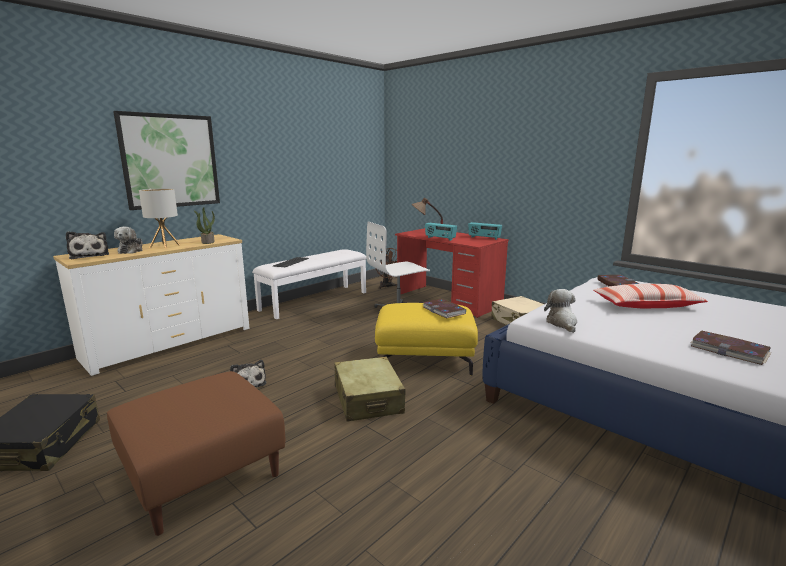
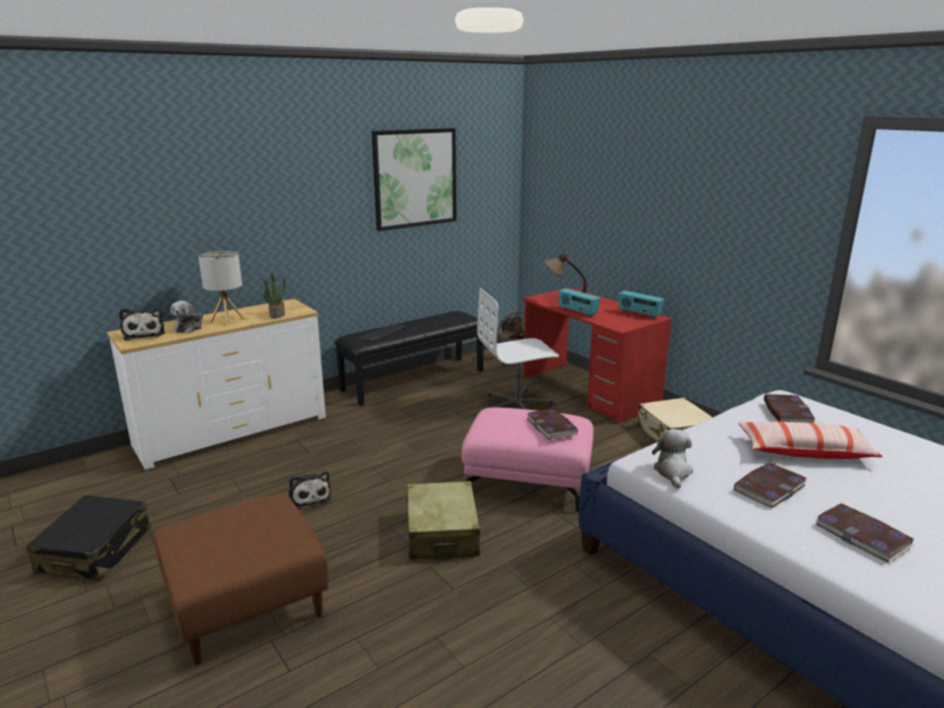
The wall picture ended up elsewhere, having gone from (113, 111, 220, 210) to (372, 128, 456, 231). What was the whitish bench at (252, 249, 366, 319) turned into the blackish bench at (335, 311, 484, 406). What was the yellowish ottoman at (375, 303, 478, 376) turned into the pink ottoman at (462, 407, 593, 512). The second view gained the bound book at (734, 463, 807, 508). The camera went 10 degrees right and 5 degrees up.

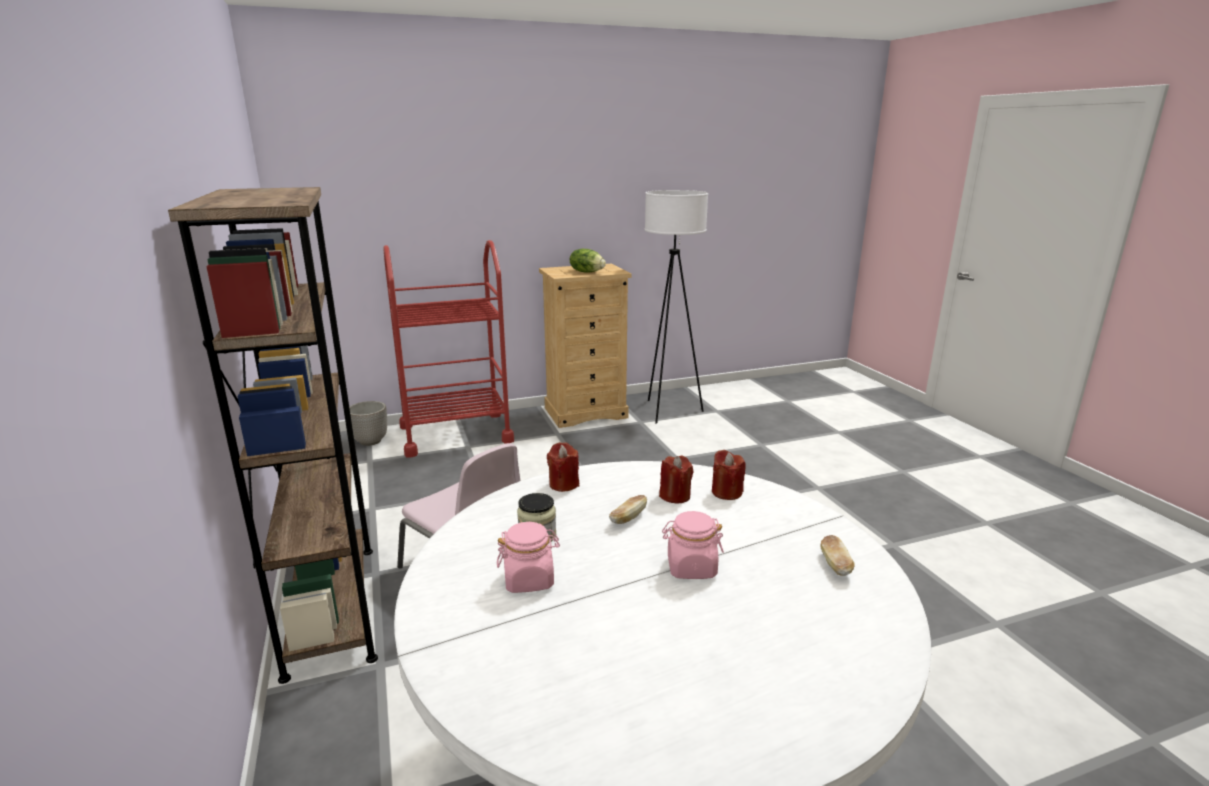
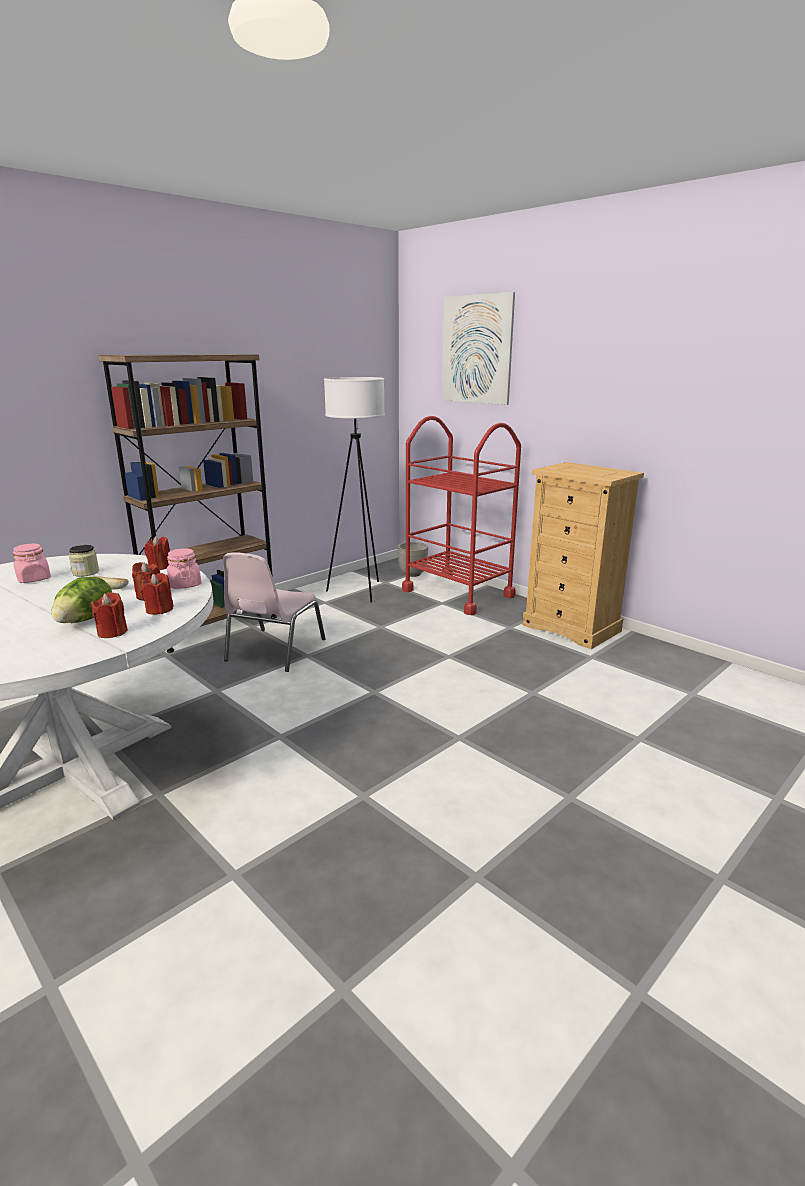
The whitish standard lamp ended up elsewhere, having gone from (645, 190, 708, 424) to (324, 377, 385, 603). The lettuce ended up elsewhere, having gone from (570, 249, 606, 273) to (51, 577, 112, 623). The pink jar ended up elsewhere, having gone from (662, 511, 724, 579) to (167, 548, 201, 589). The second view lost the bakery bread at (820, 535, 855, 576). The second view gained the wall picture at (442, 292, 515, 405). The second view gained the reddish candle at (91, 592, 128, 638). The camera went 65 degrees right and 0 degrees up.

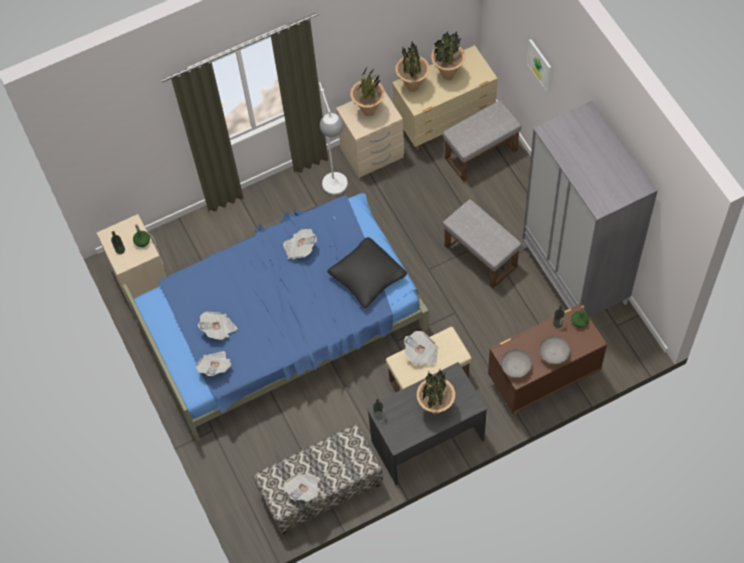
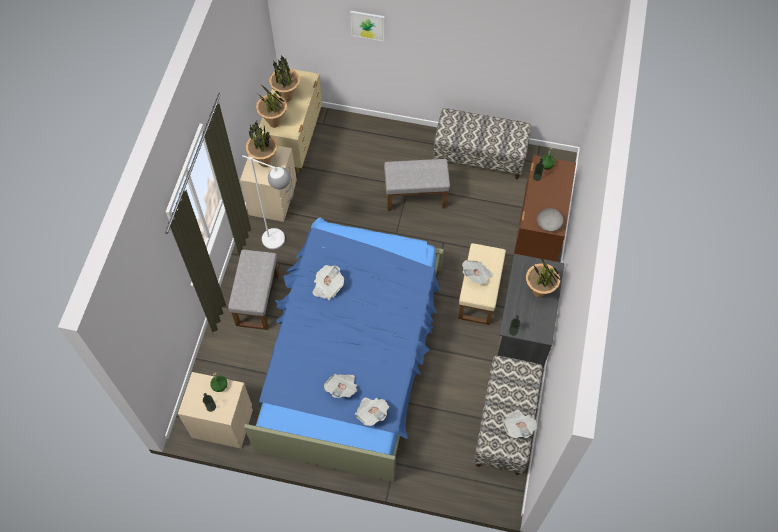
The greyish ottoman ended up elsewhere, having gone from (443, 100, 521, 182) to (228, 249, 279, 330). Where the greyish clothes cupboard stood at (522, 101, 658, 317), the bench came to stand at (433, 108, 531, 179). The second view lost the blackish throw pillow at (327, 237, 407, 309). The second view lost the greyish deep dish at (539, 336, 570, 364). The camera went 55 degrees left and 0 degrees up.

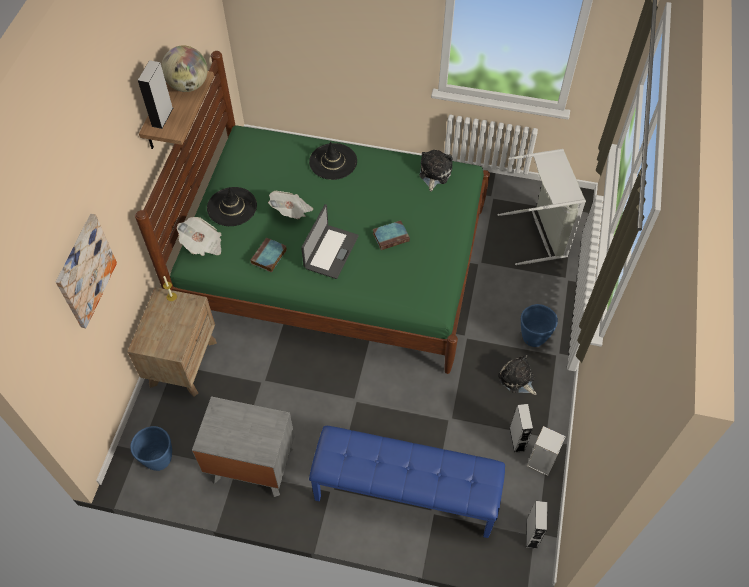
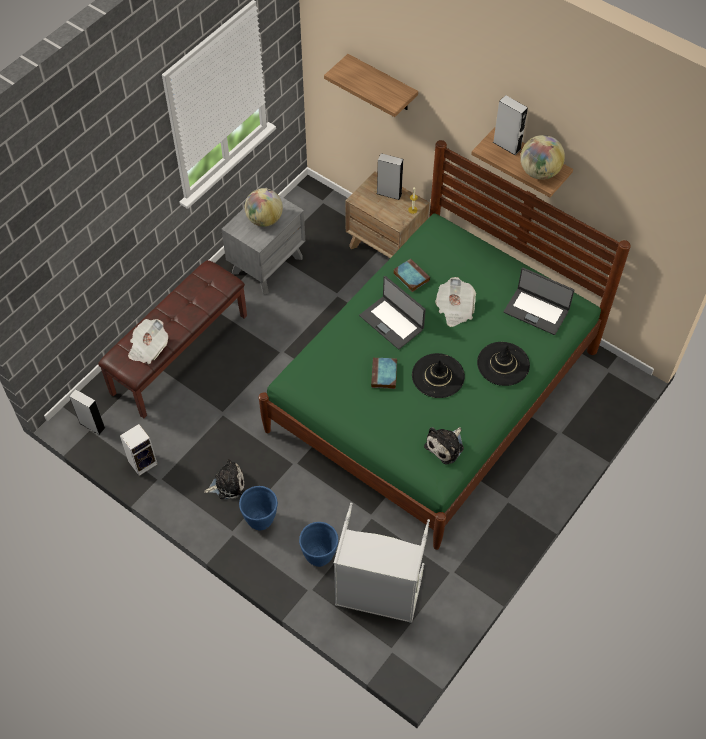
The cuddly toy at (419, 150, 453, 192) ended up facing another way, 90 degrees clockwise from before. The blackish wearable hat ended up elsewhere, having gone from (207, 187, 257, 226) to (412, 353, 465, 398). Where the wall picture hung at (56, 214, 117, 328), the wall shelf came to hang at (324, 54, 418, 117). The newspaper ended up elsewhere, having gone from (177, 217, 221, 256) to (128, 319, 168, 364). The greyish loudspeaker ended up elsewhere, having gone from (510, 404, 533, 453) to (377, 153, 403, 200). The bluish planter ended up elsewhere, having gone from (130, 426, 172, 471) to (299, 522, 338, 567). What was the bluish bench at (309, 426, 505, 538) turned into the brown bench at (98, 260, 247, 418). The second view gained the world globe at (245, 188, 283, 227). The second view gained the portable computer at (504, 267, 575, 335). The camera went 115 degrees right and 0 degrees up.

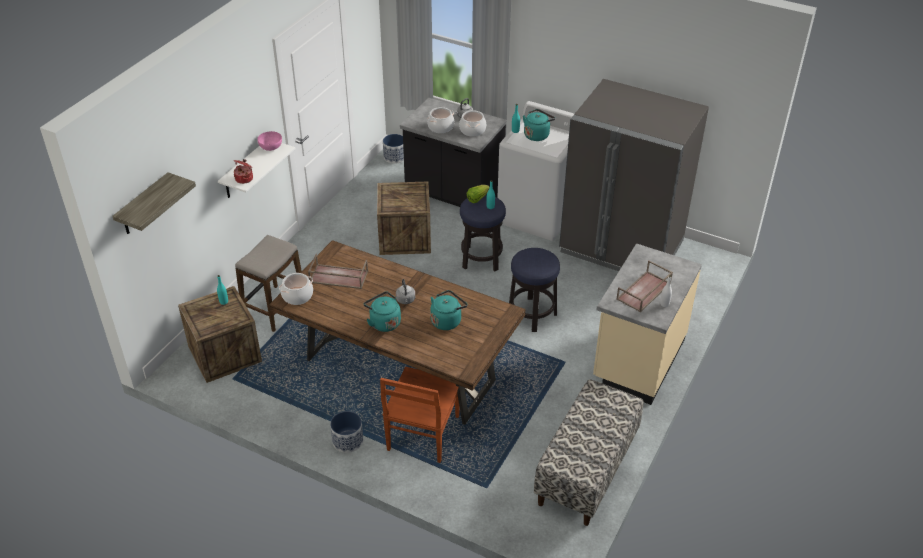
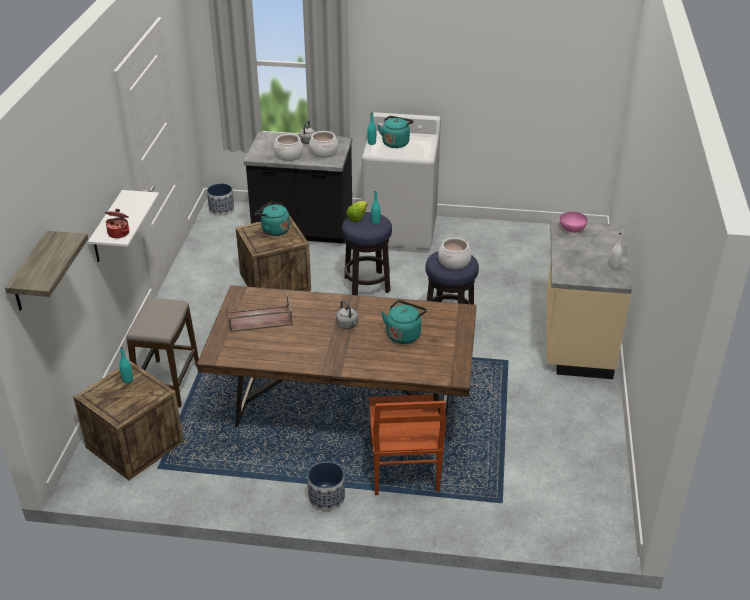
The second view lost the greyish refrigerator at (559, 79, 709, 271). The pink deep dish ended up elsewhere, having gone from (257, 131, 282, 151) to (560, 212, 588, 233). The second view lost the brown carrying tray at (616, 260, 673, 312). The cooking pot ended up elsewhere, having gone from (279, 273, 313, 305) to (438, 237, 471, 269). The turquoise-coloured water kettle ended up elsewhere, having gone from (364, 291, 401, 332) to (255, 202, 290, 236). The second view lost the bench at (534, 379, 644, 526). The camera went 20 degrees left and 5 degrees down.

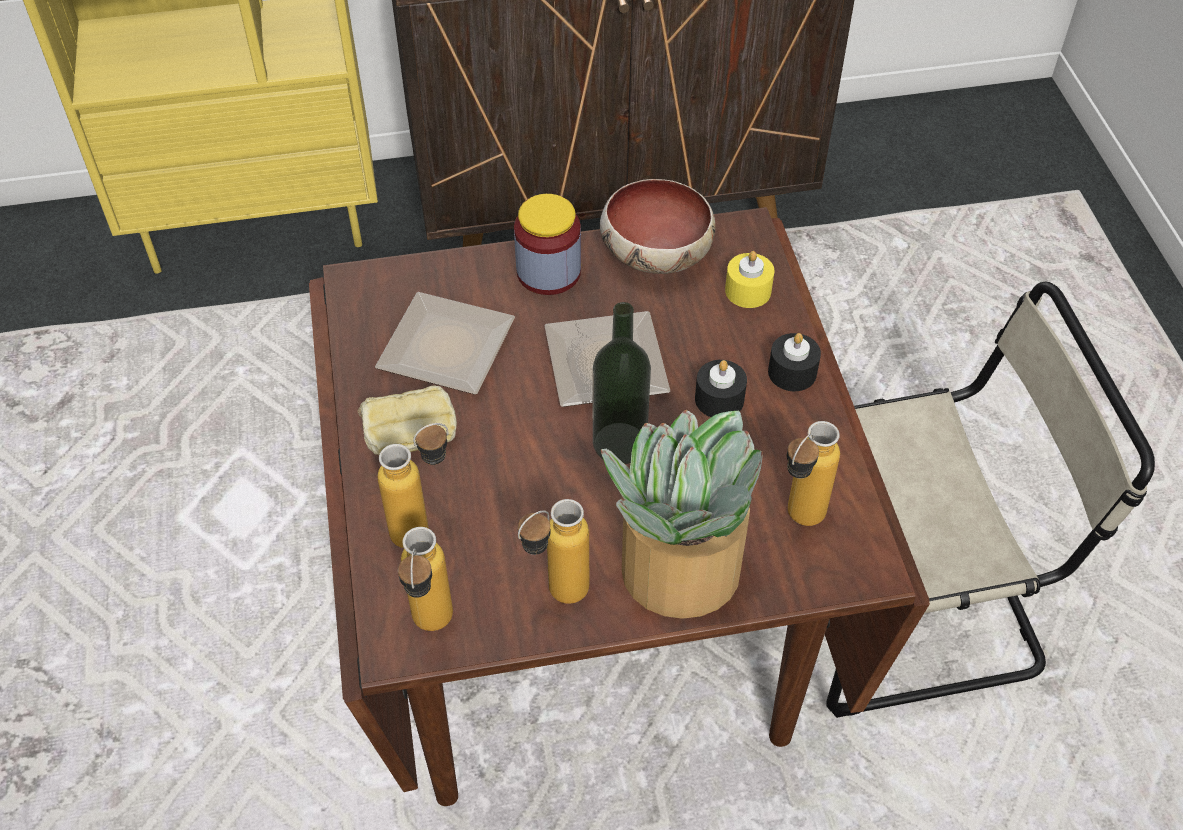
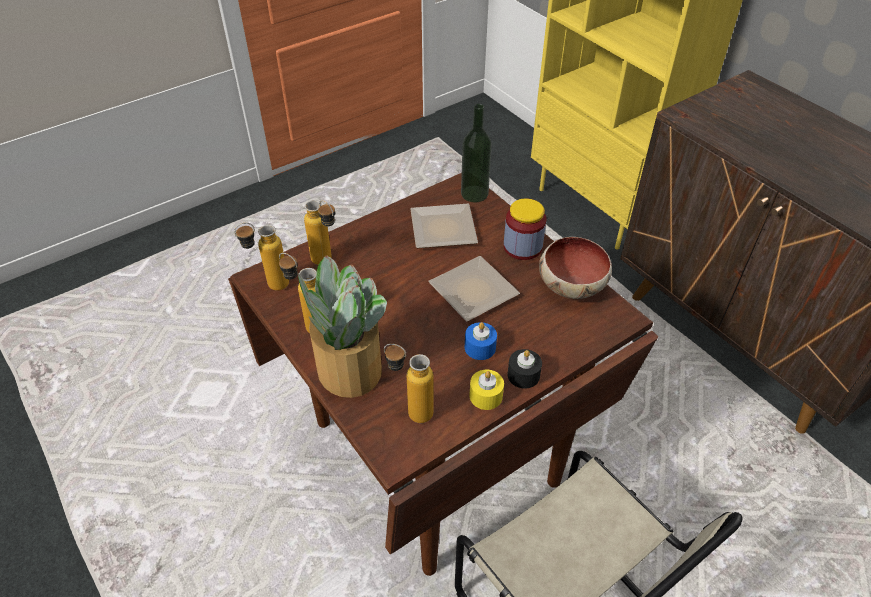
The yellowish candle ended up elsewhere, having gone from (725, 251, 774, 308) to (470, 370, 504, 410). The bottle ended up elsewhere, having gone from (593, 302, 651, 464) to (461, 104, 492, 203). What was the blackish candle at (695, 360, 747, 417) turned into the bluish candle at (465, 322, 497, 360). The second view lost the bakery bread at (358, 386, 457, 455). The camera went 65 degrees right and 5 degrees down.

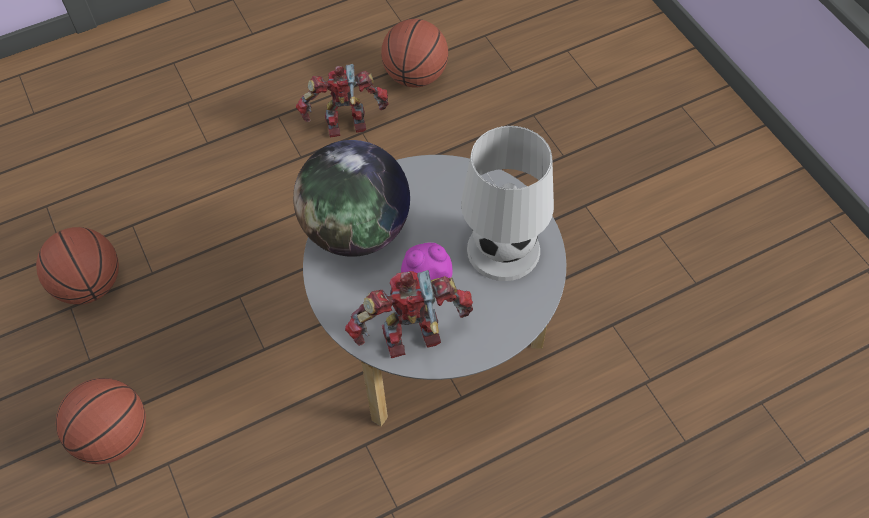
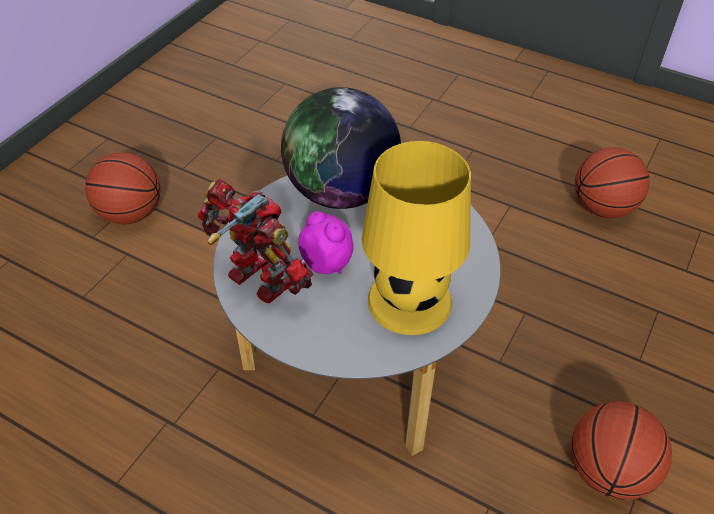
The second view lost the model robot at (296, 64, 388, 138). What was the whitish tabletop lamp at (461, 126, 554, 281) turned into the yellowish tabletop lamp at (362, 141, 471, 335). The ball for basketball ended up elsewhere, having gone from (36, 227, 119, 305) to (571, 401, 672, 500). The camera went 55 degrees right and 10 degrees down.

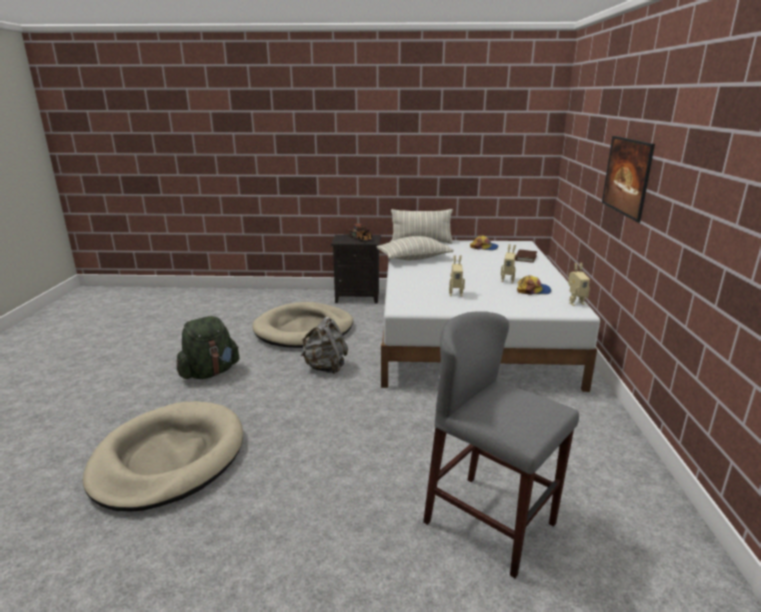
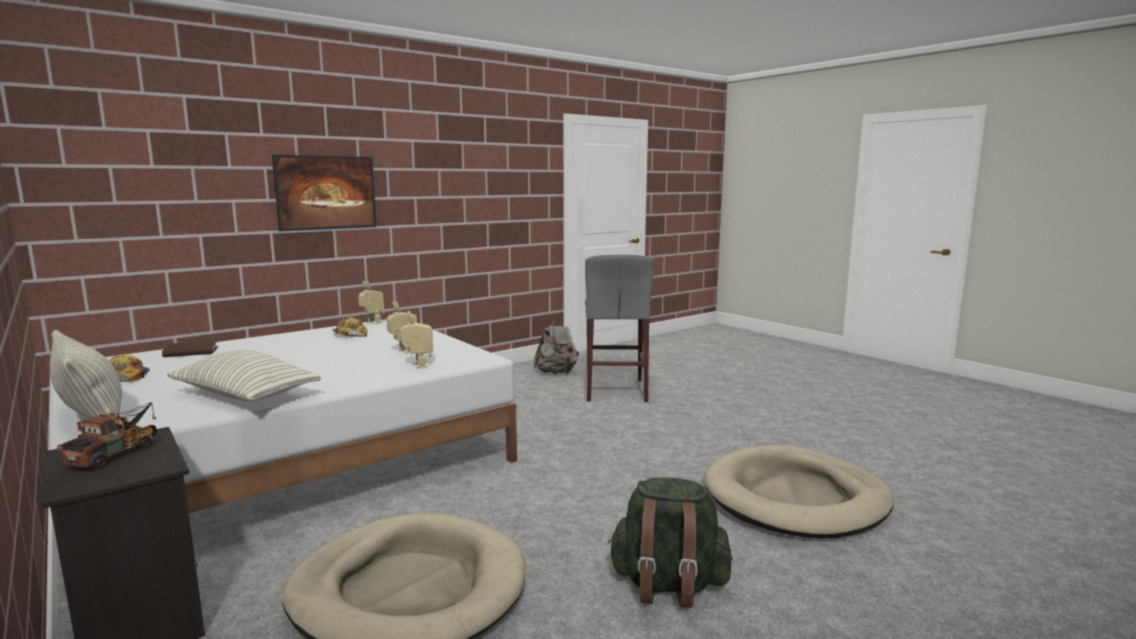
The model robot ended up elsewhere, having gone from (501, 244, 516, 283) to (400, 311, 433, 368). The greyish rucksack ended up elsewhere, having gone from (301, 317, 348, 374) to (534, 319, 579, 374). The camera went 130 degrees left and 10 degrees down.

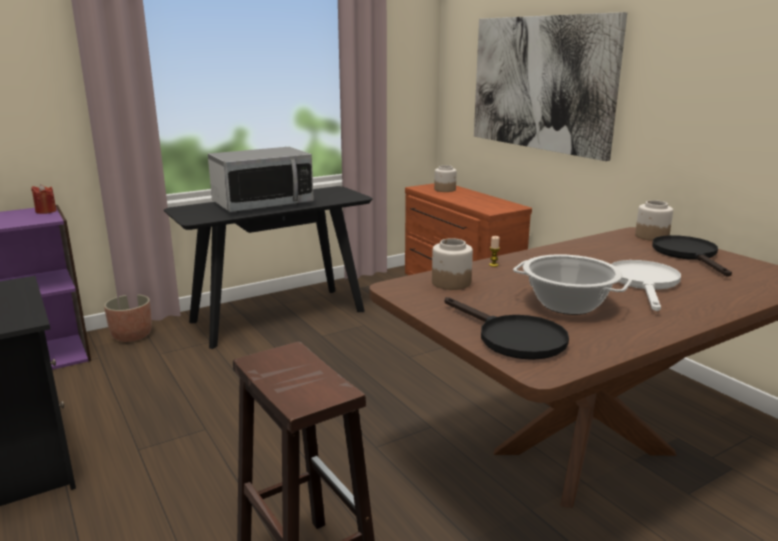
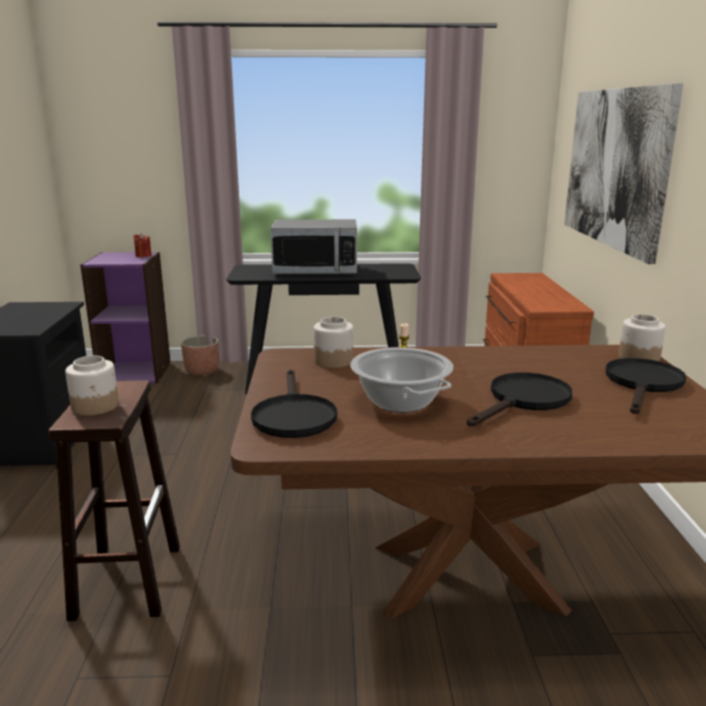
The jar ended up elsewhere, having gone from (434, 165, 457, 192) to (65, 356, 119, 416). What was the whitish pan at (612, 260, 681, 311) turned into the blackish pan at (467, 372, 572, 426). The camera went 30 degrees right and 0 degrees up.

